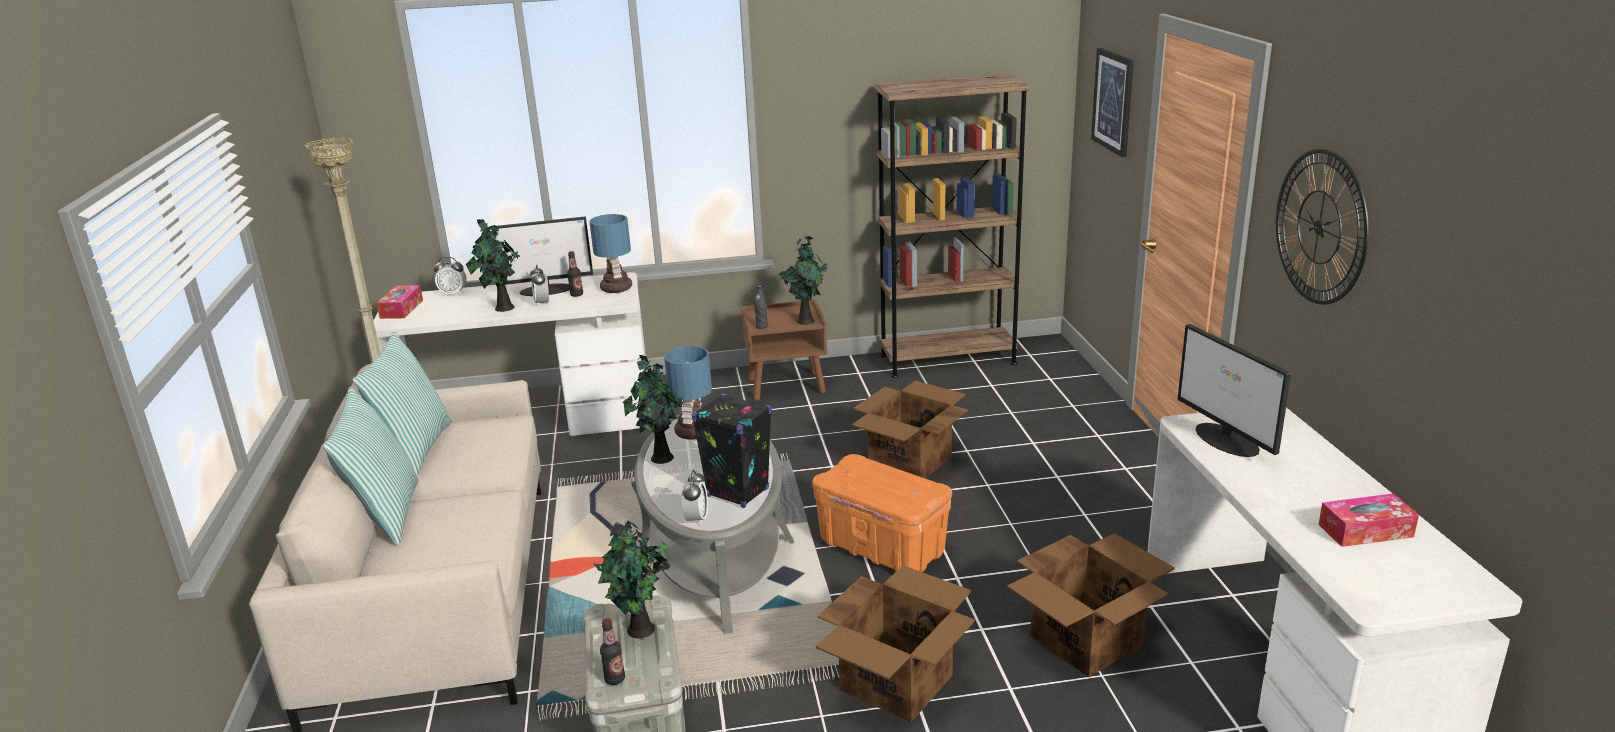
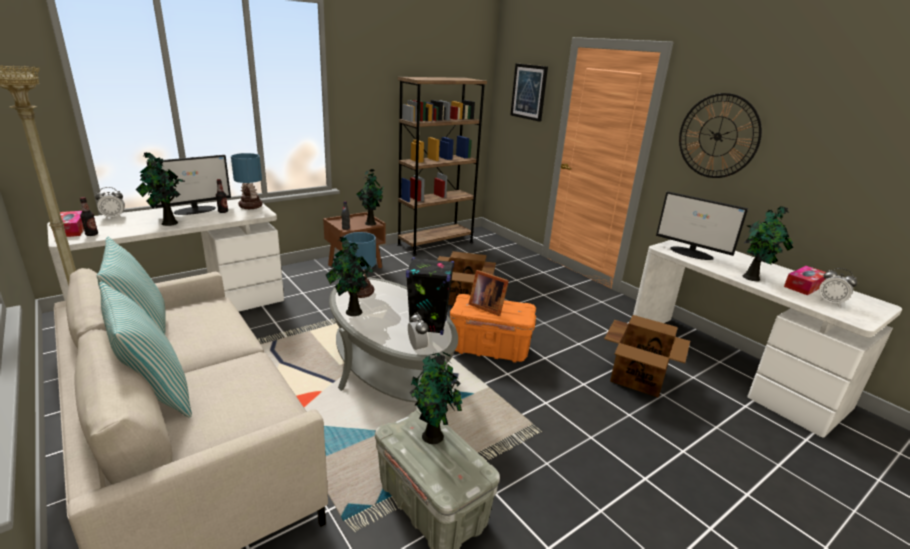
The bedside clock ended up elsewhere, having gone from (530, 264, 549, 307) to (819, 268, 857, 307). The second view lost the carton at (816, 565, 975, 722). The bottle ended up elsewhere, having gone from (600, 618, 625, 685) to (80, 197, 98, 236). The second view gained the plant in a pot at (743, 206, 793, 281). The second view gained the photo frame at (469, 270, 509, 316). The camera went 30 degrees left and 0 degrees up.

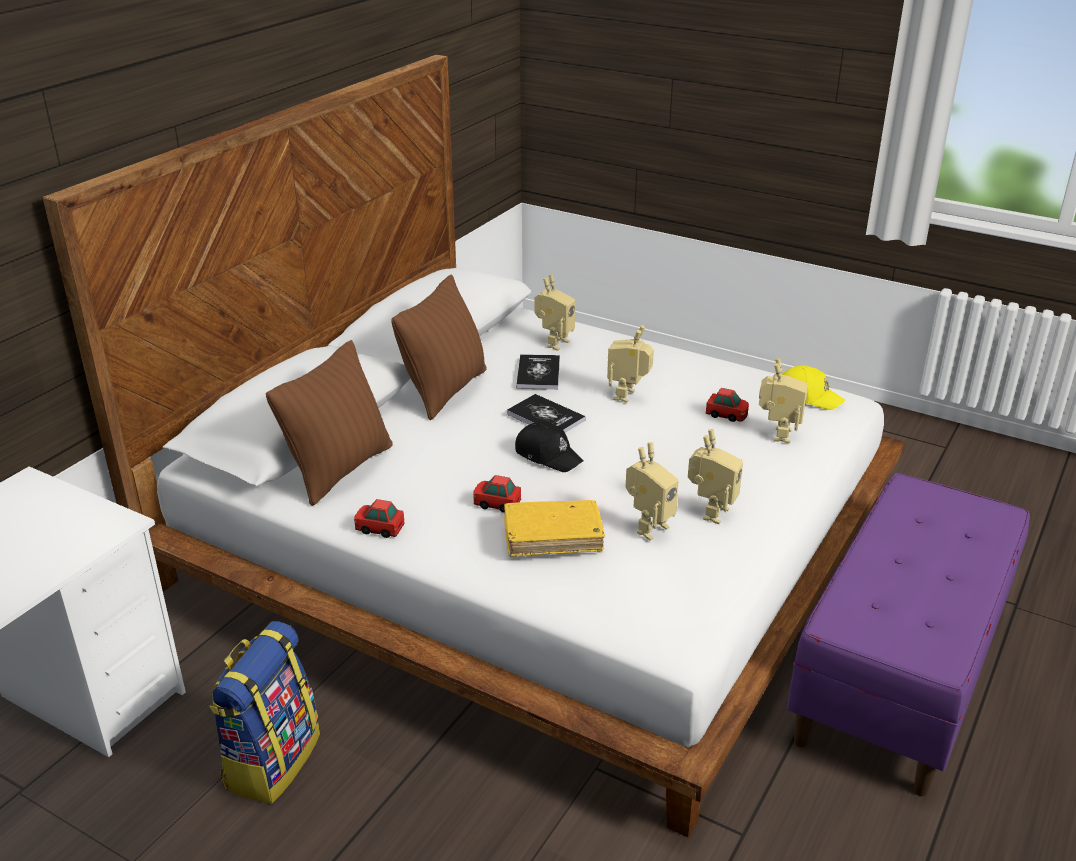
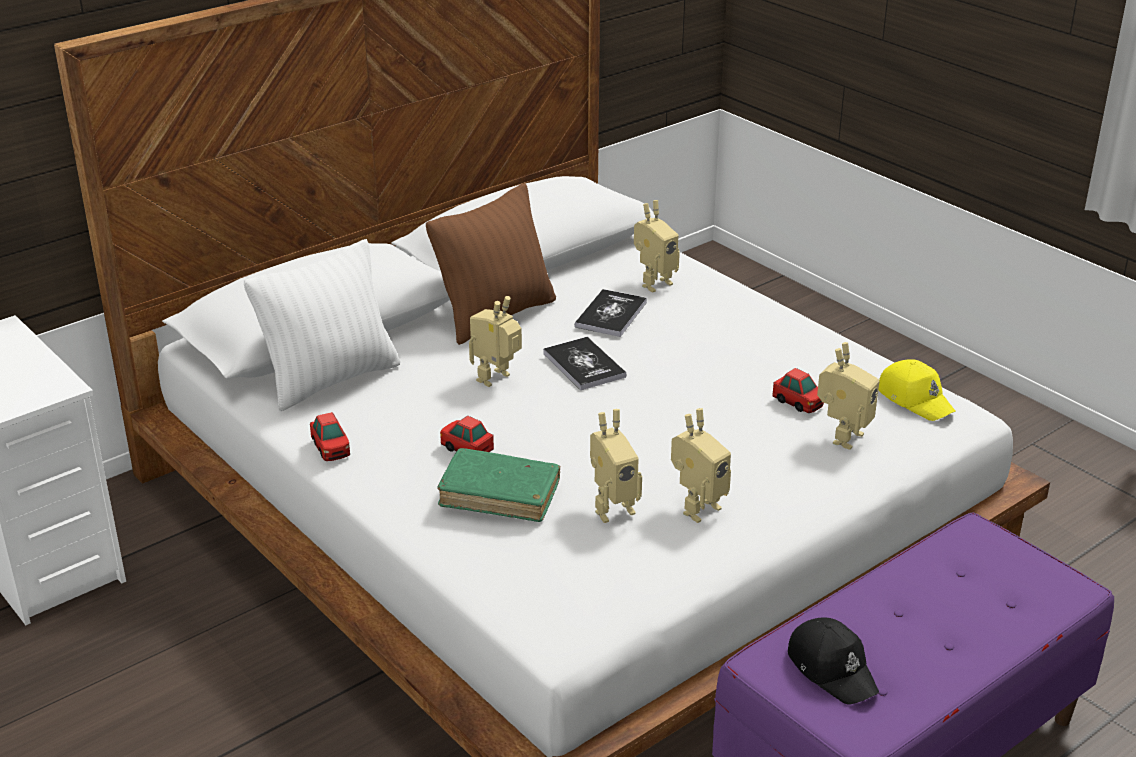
The model robot ended up elsewhere, having gone from (607, 325, 654, 403) to (469, 296, 522, 387). What was the brown throw pillow at (266, 340, 392, 506) turned into the whitish throw pillow at (244, 239, 400, 411). The blackish peaked cap ended up elsewhere, having gone from (515, 421, 584, 472) to (788, 617, 879, 705). The model car at (354, 499, 405, 538) ended up facing another way, 150 degrees counterclockwise from before. What was the yellowish bound book at (504, 500, 605, 557) turned into the greenish bound book at (438, 448, 560, 522). The second view lost the rucksack at (209, 621, 320, 804). The camera went 20 degrees right and 0 degrees up.

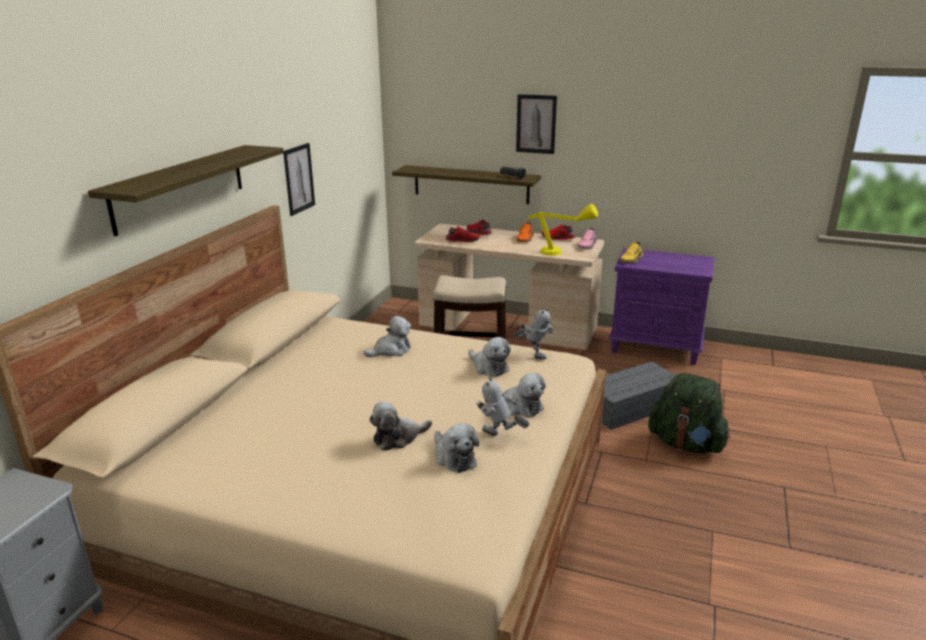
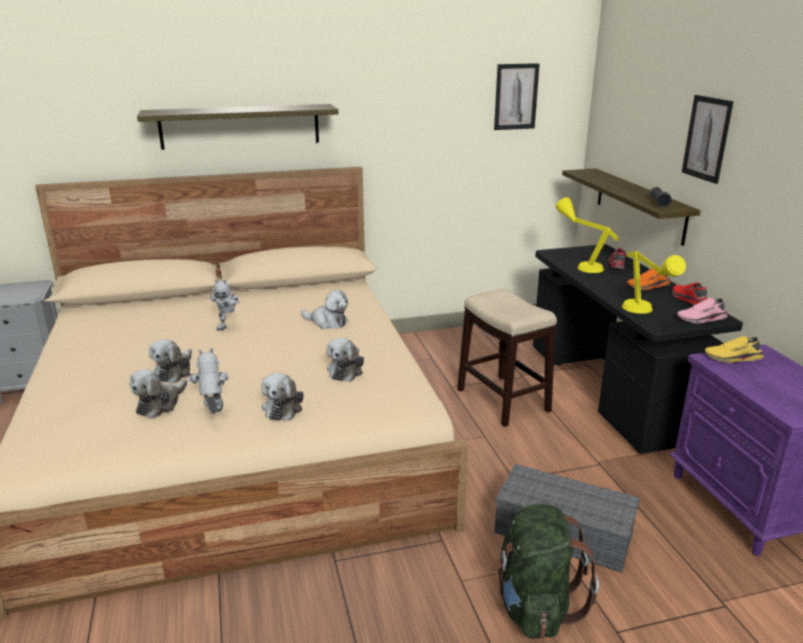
The wall picture ended up elsewhere, having gone from (283, 143, 315, 216) to (494, 63, 540, 130). What was the beige desk unit at (415, 224, 604, 350) turned into the blackish desk unit at (533, 244, 743, 454). Where the reddish item of footwear stood at (445, 226, 480, 242), the yellowish tabletop lamp came to stand at (555, 197, 619, 273). The model robot ended up elsewhere, having gone from (514, 308, 554, 360) to (211, 280, 239, 331). The cuddly toy at (369, 402, 432, 451) ended up facing another way, 105 degrees counterclockwise from before. The camera went 55 degrees right and 0 degrees up.

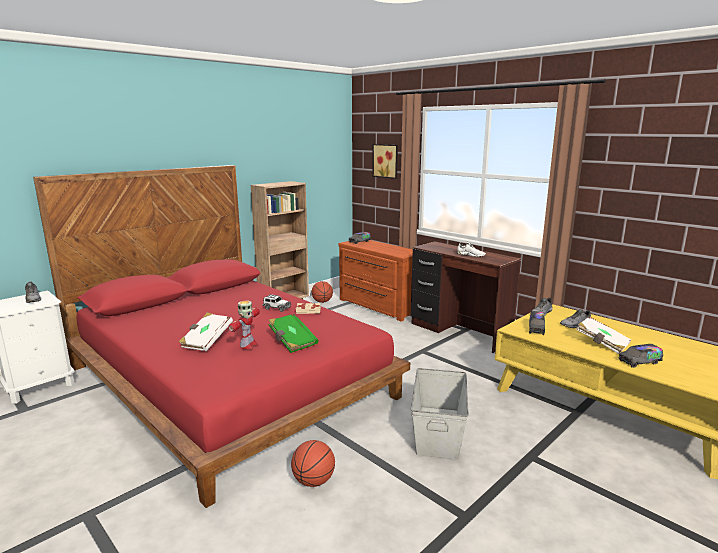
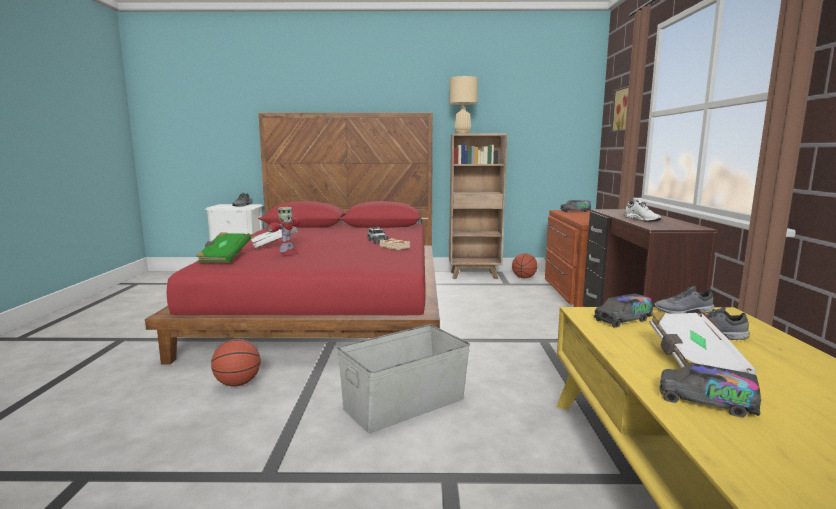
The model robot at (228, 301, 260, 349) ended up facing another way, 45 degrees counterclockwise from before. The greenish bound book ended up elsewhere, having gone from (268, 314, 318, 353) to (196, 232, 251, 263). The second view gained the beige tabletop lamp at (449, 76, 478, 134). The camera went 45 degrees right and 5 degrees down.

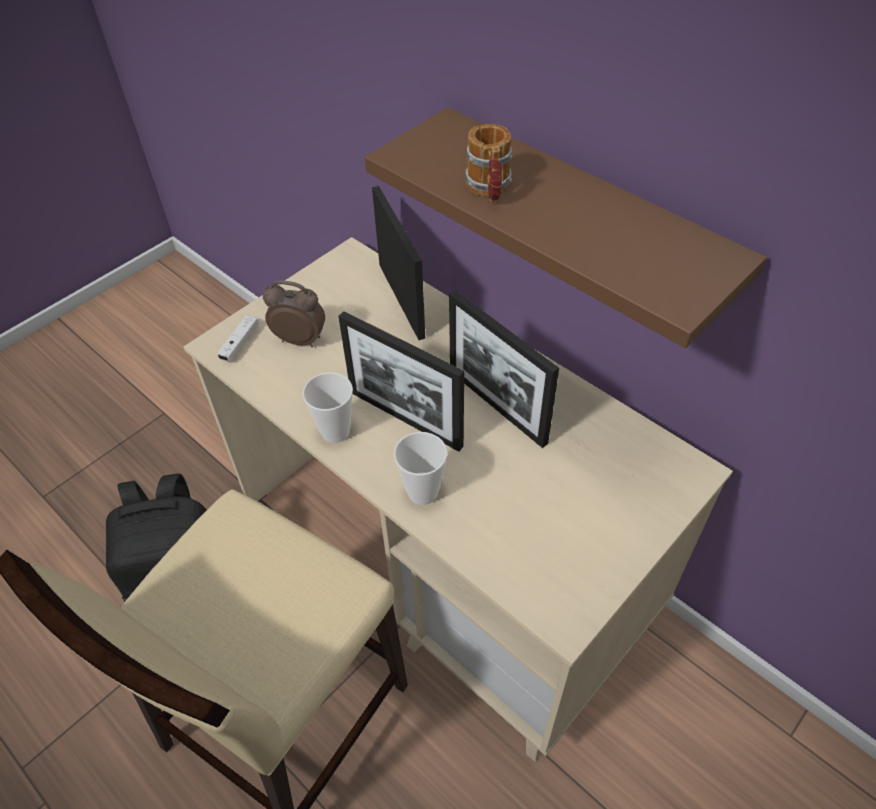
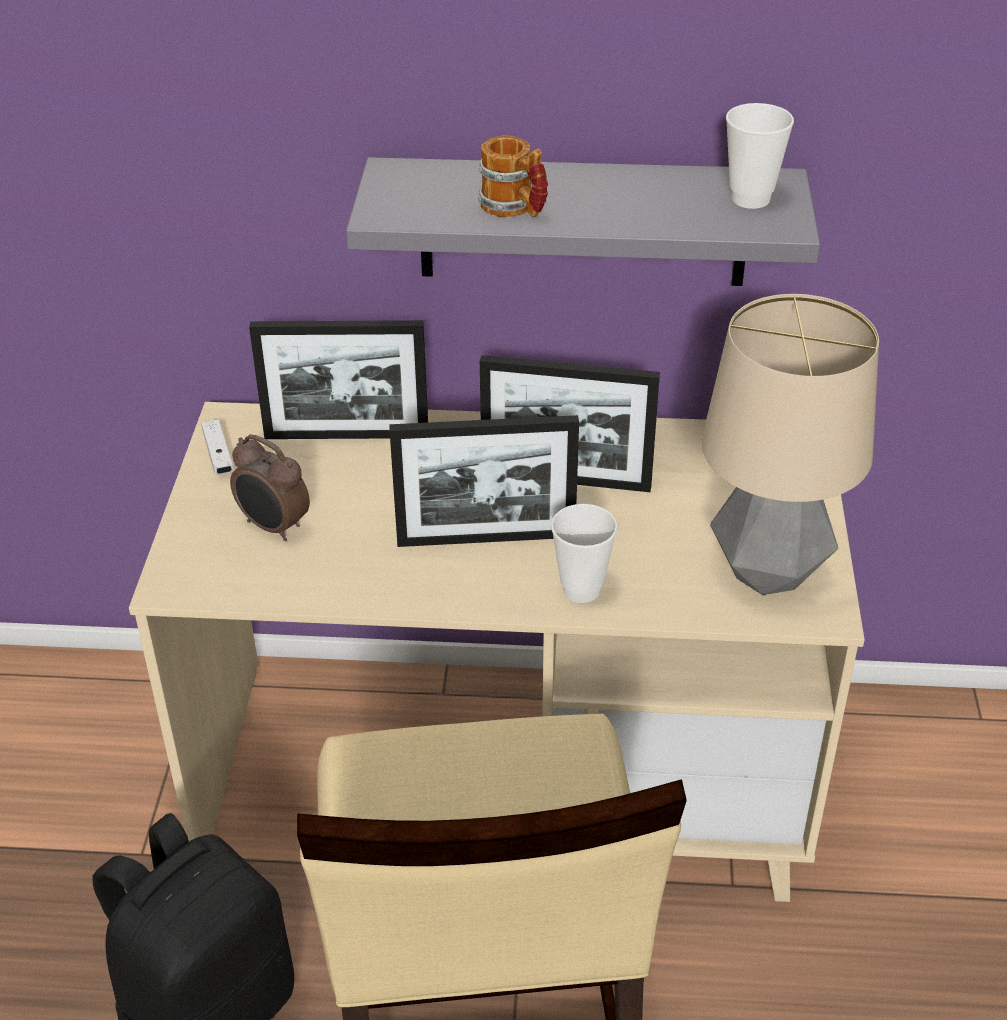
What was the brown wall shelf at (364, 107, 767, 348) turned into the greyish wall shelf at (346, 157, 820, 286). The photo frame at (372, 186, 425, 340) ended up facing another way, 150 degrees clockwise from before. The bedside clock at (263, 280, 325, 348) ended up facing another way, 120 degrees counterclockwise from before. The whitish game controller ended up elsewhere, having gone from (217, 315, 259, 361) to (201, 419, 234, 475). The cup ended up elsewhere, having gone from (303, 372, 353, 443) to (726, 103, 794, 209). The second view gained the tabletop lamp at (702, 294, 879, 595). The camera went 40 degrees left and 10 degrees down.

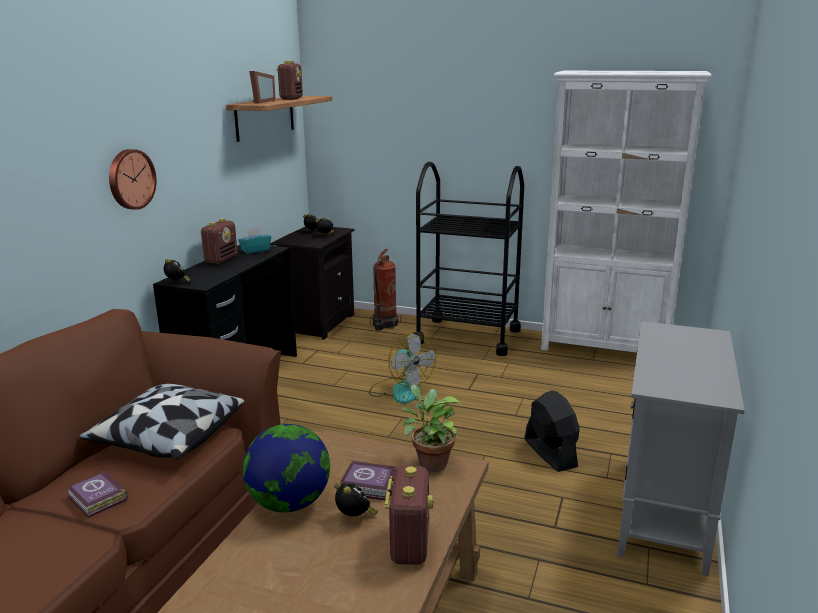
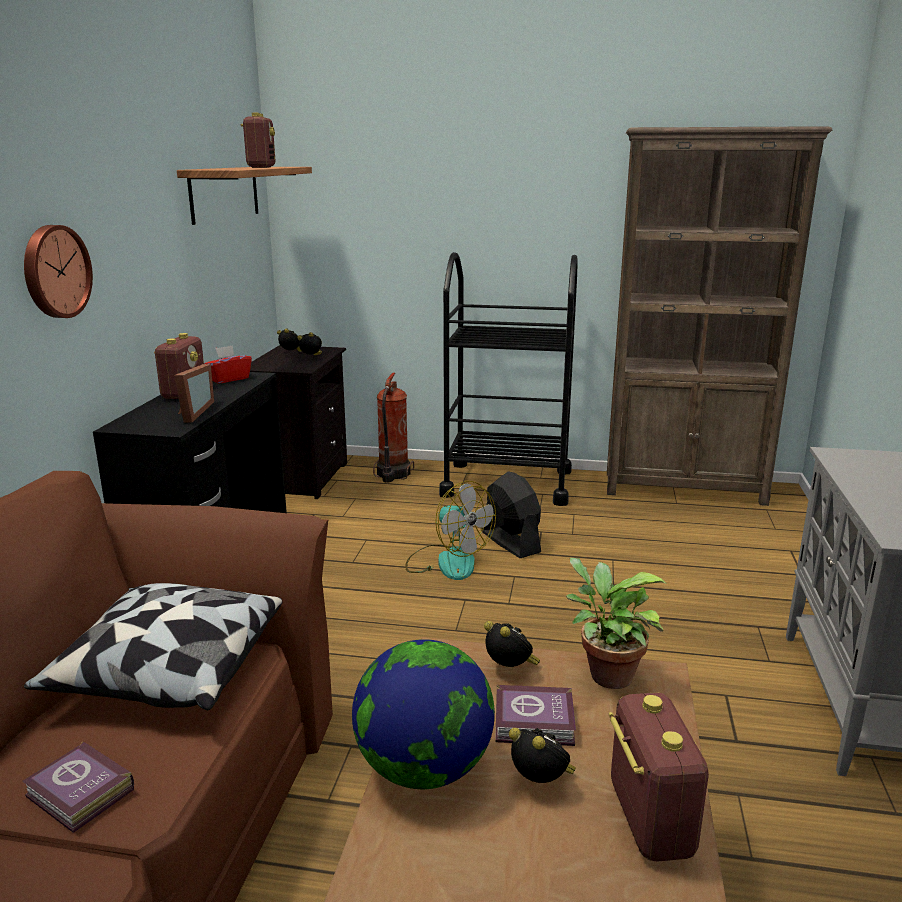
The photo frame ended up elsewhere, having gone from (249, 71, 276, 103) to (174, 364, 214, 423). What was the whitish bookshelf at (541, 71, 711, 353) turned into the brown bookshelf at (607, 126, 832, 506). What was the turquoise-coloured tissue holder at (238, 227, 271, 254) turned into the reddish tissue holder at (204, 345, 252, 384). The bedside clock ended up elsewhere, having gone from (164, 259, 191, 282) to (484, 621, 540, 667). The blackish electric fan ended up elsewhere, having gone from (524, 390, 580, 472) to (482, 471, 541, 558). The camera went 10 degrees left and 0 degrees up.

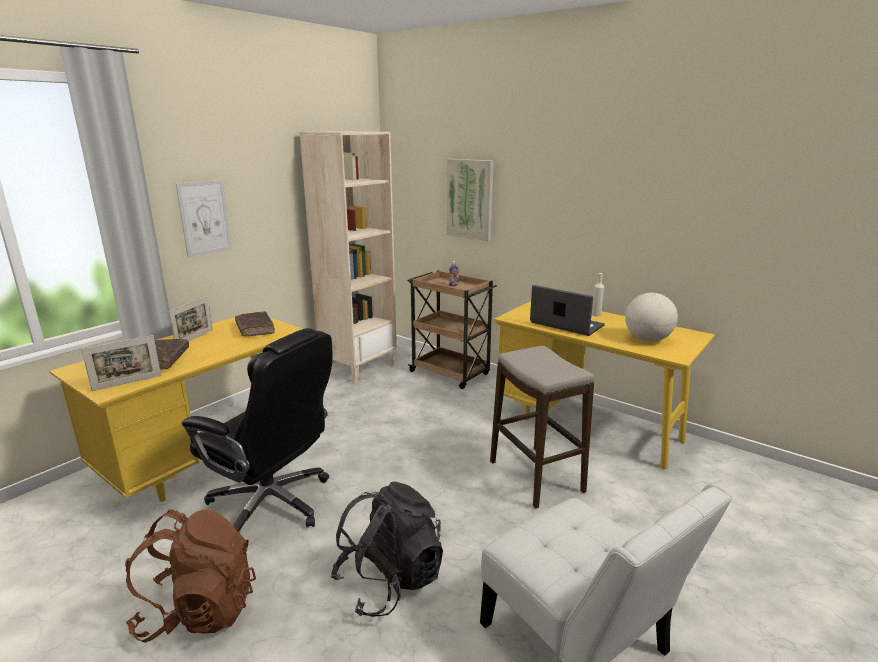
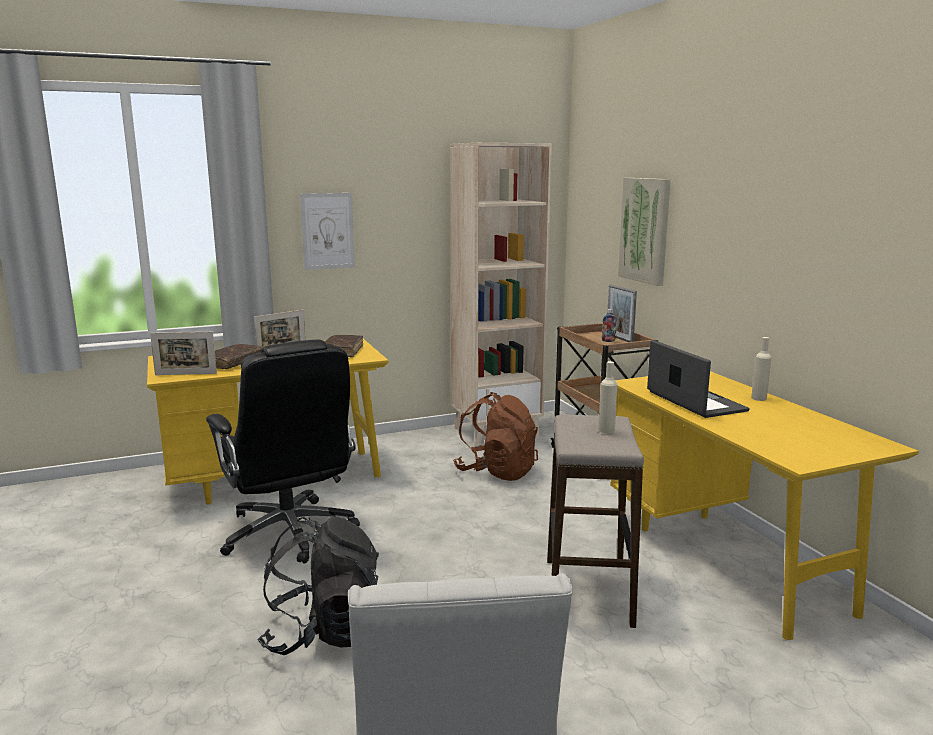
The second view lost the world globe at (625, 293, 678, 342). The brown rucksack ended up elsewhere, having gone from (125, 509, 256, 643) to (453, 392, 538, 481). The second view gained the photo frame at (608, 285, 637, 342). The second view gained the beige bottle at (598, 361, 618, 433). The camera went 30 degrees right and 5 degrees down.

